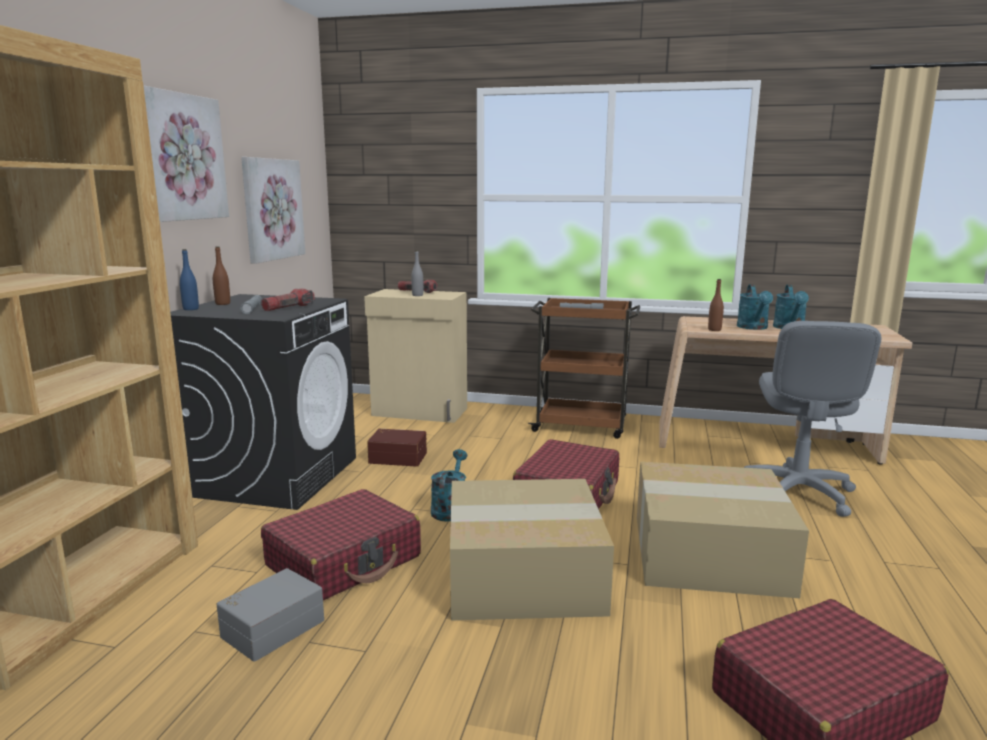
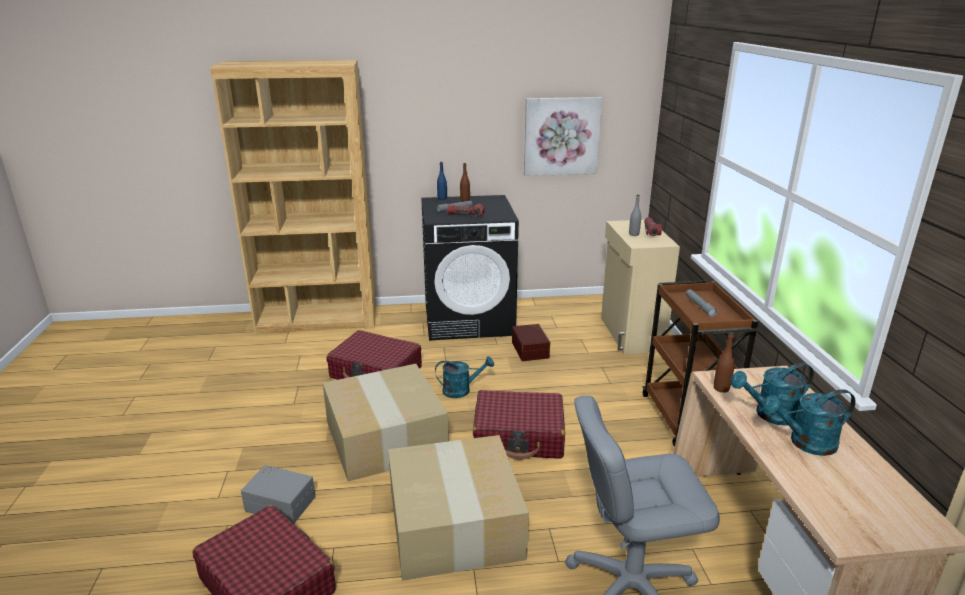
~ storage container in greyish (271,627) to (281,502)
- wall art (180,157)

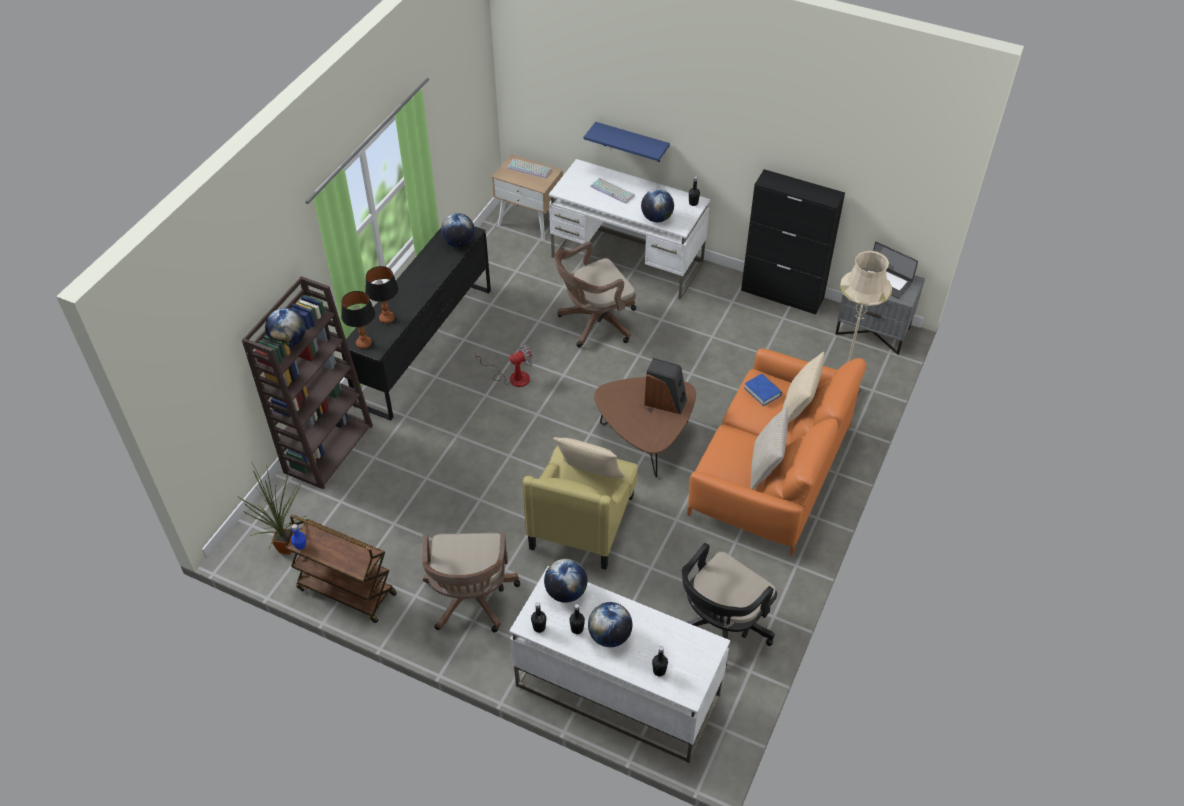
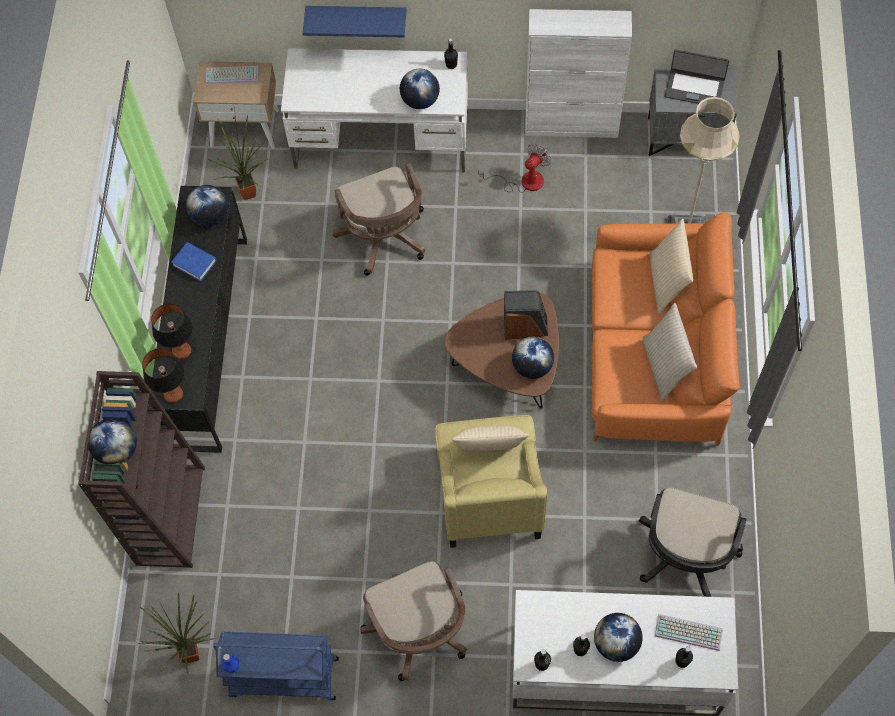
~ volume in blue (762,391) to (194,263)
+ plant in a pot (251,193)
~ trolley in brown-coloured (346,591) to trolley in blue (283,677)
~ office chair in brown-coloured (594,323) = (384,239) 60 degrees counterclockwise
~ fan (512,377) to (523,181)
~ world globe (566,592) to (532,366)
~ cabinet in black-coloured (782,295) to cabinet in white-coloured (572,124)
~ PC keyboard (613,191) to (690,631)

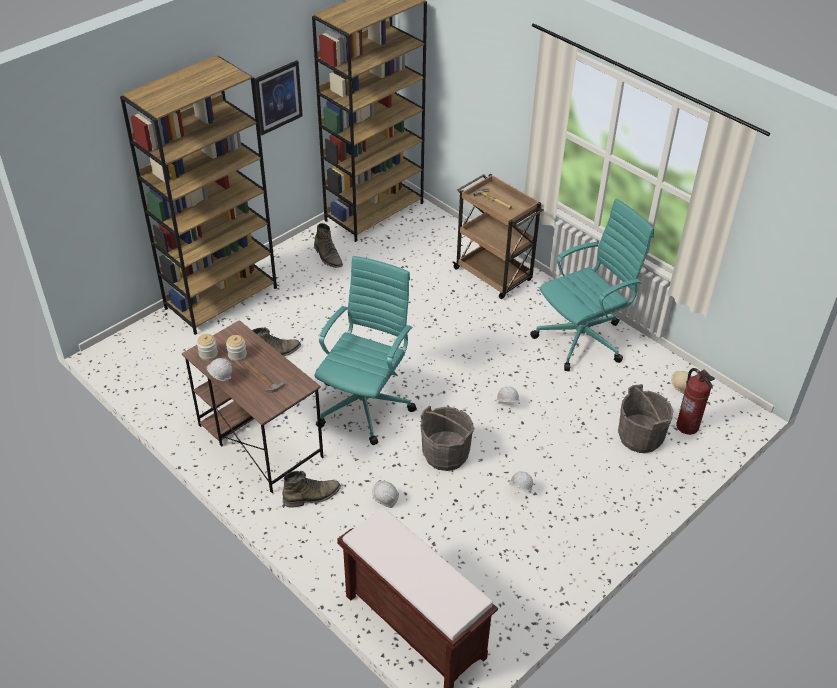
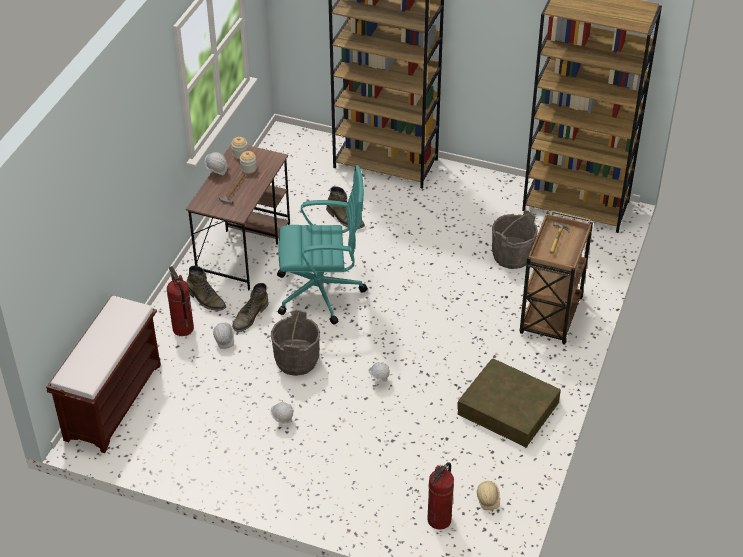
+ extinguisher (183,329)
~ boot in green (328,256) to (250,316)
~ office chair in blue-green (583,339) to storage container in brown-coloured (508,408)
~ water bucket in greyish (640,437) to (512,256)
- wall art (278,97)

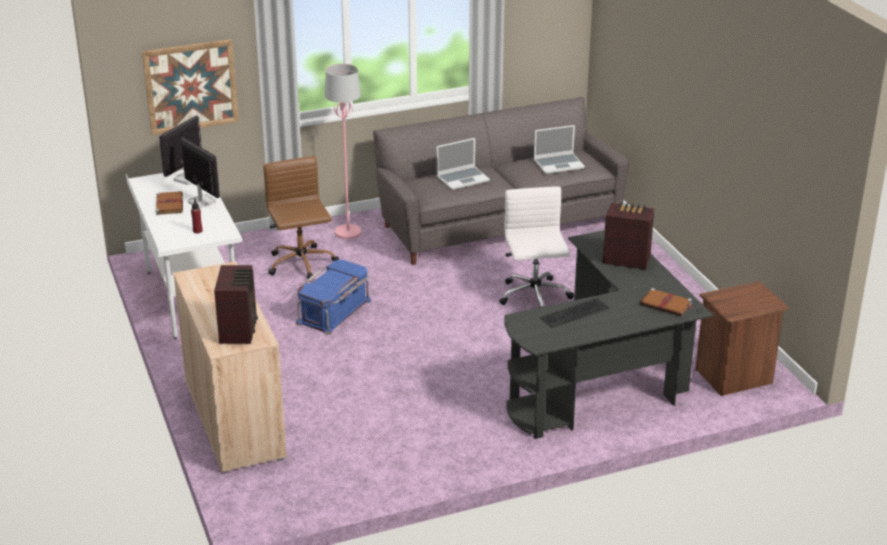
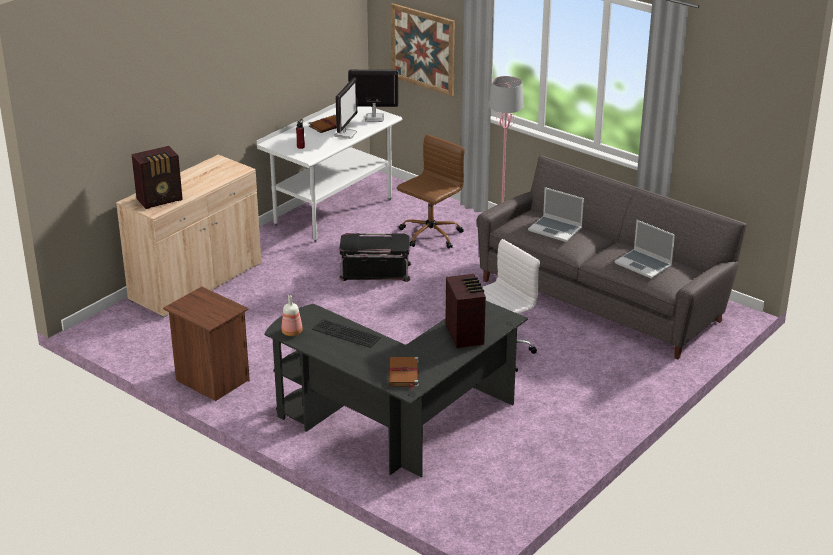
~ night table in brown-coloured (735,377) to (211,381)
+ bottle (292,332)
~ storage container in blue (334,312) to storage container in black-coloured (375,272)

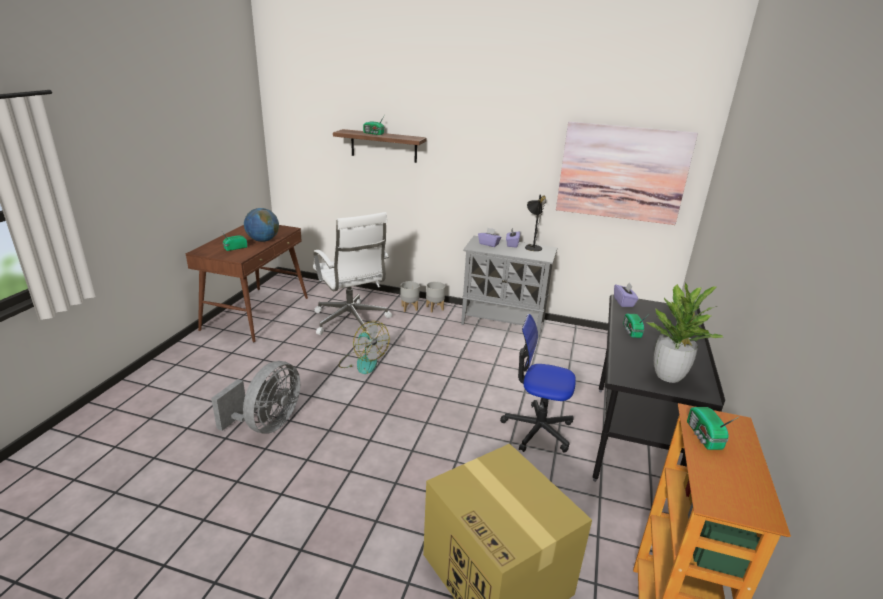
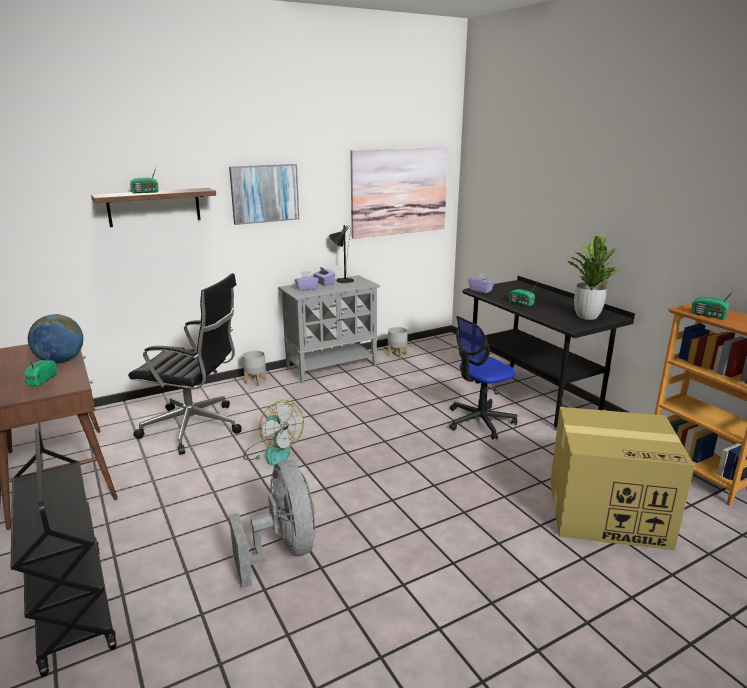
+ trolley in black-coloured (72,606)
~ office chair in white-coloured (351,322) to office chair in black-coloured (195,428)
+ wall art (264,193)
~ fan (362,362) = (272,452) 45 degrees clockwise
~ plant pot in greyish (409,308) to (397,355)

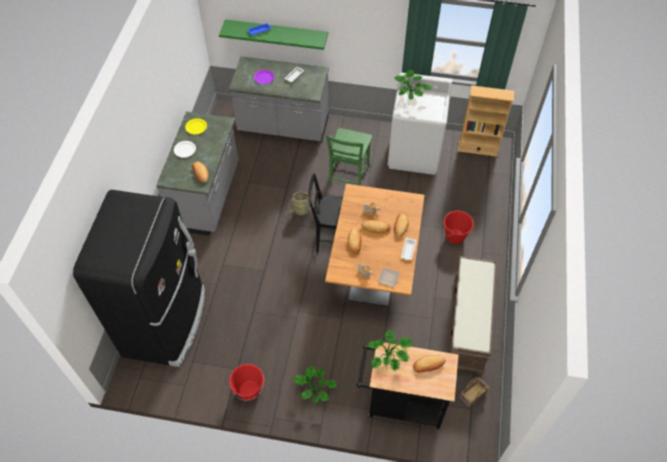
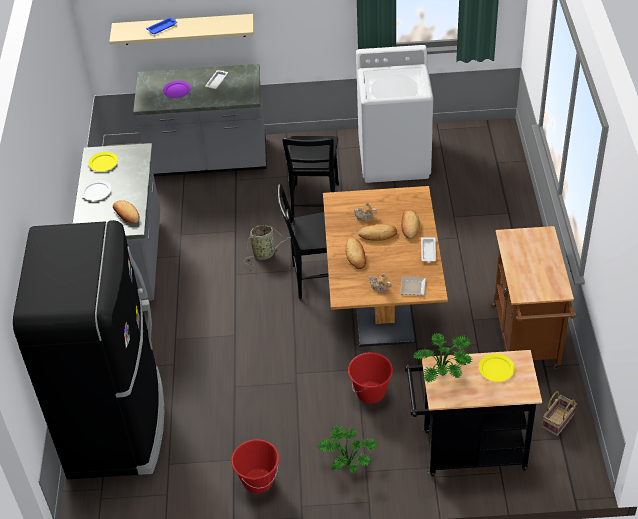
~ shelf in green (276,33) to shelf in beige-coloured (184,29)
~ chair in green (348,177) to chair in black-coloured (314,203)
~ water bucket in reddish (455,236) to (371,393)
~ bread (428,365) to dinner plate in yellow (496,369)
~ long seat in brown-coloured (468,325) to trolley in brown-coloured (526,342)
- plant in a pot (410,95)
- bookshelf in beige-coloured (477,149)

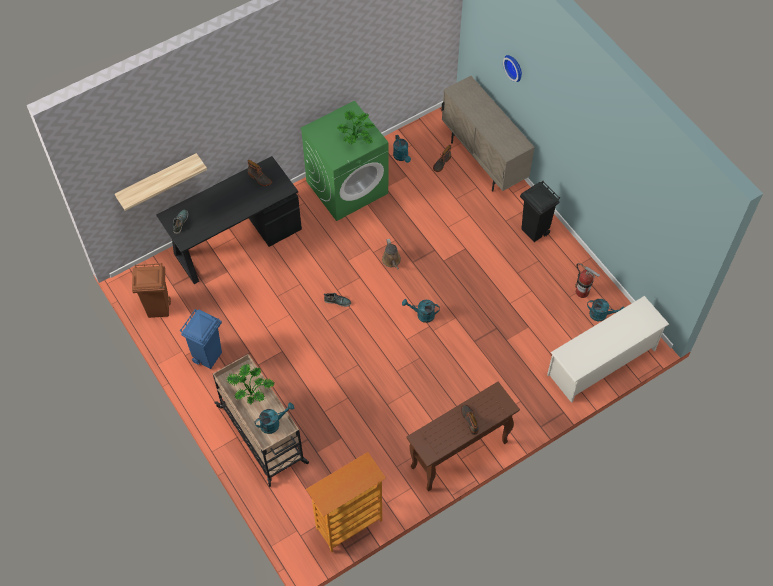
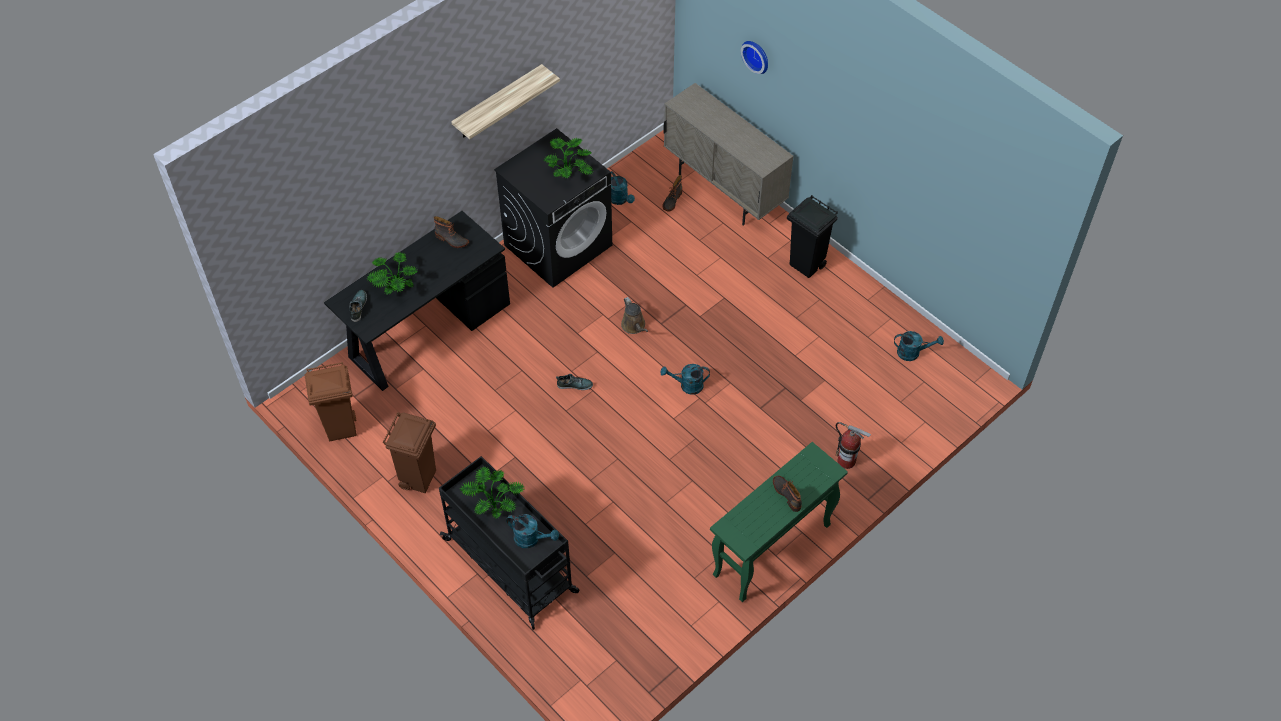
+ plant in a pot (394,287)
~ waste bin in blue (208,356) to waste bin in brown-coloured (419,478)
~ trolley in beige-coloured (263,436) to trolley in black-coloured (511,566)
~ shelf (157,180) to (498,103)
~ washing machine in green (347,187) to washing machine in black-coloured (558,245)
~ sprinkling can in blue-green (273,423) = (531,539) 60 degrees clockwise
~ console table in brown-coloured (458,455) to console table in green (771,551)
~ extinguisher (582,292) to (846,460)
- bookshelf (349,525)
- shoe rack in white-coloured (602,362)

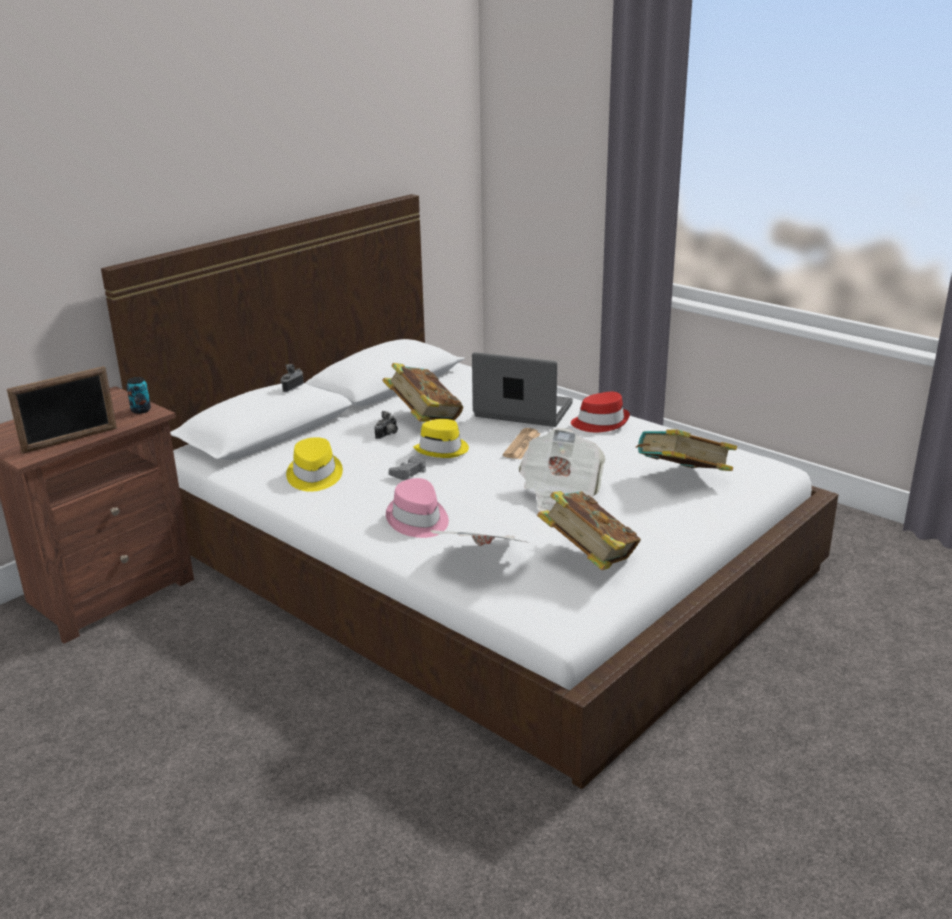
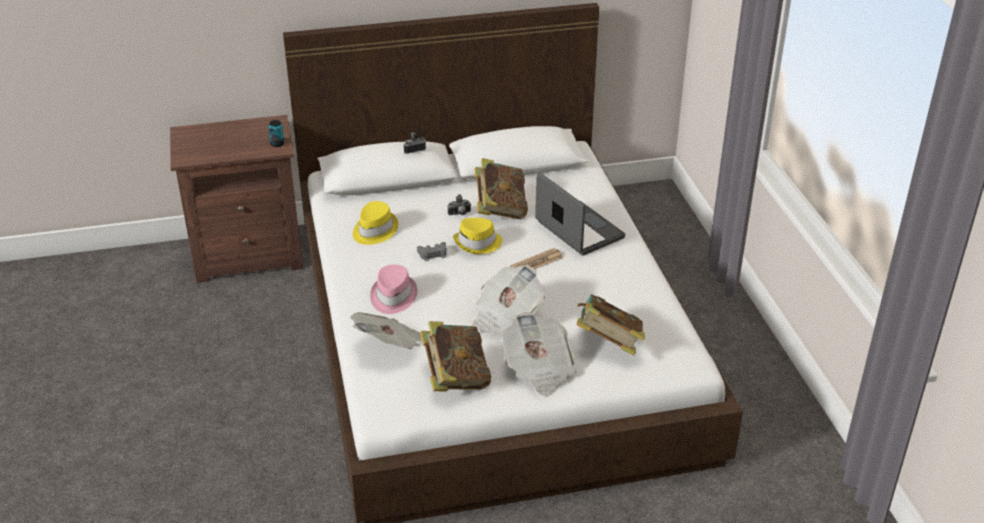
+ daily paper (538,369)
- standing frame (70,440)
- hat in reddish (600,422)

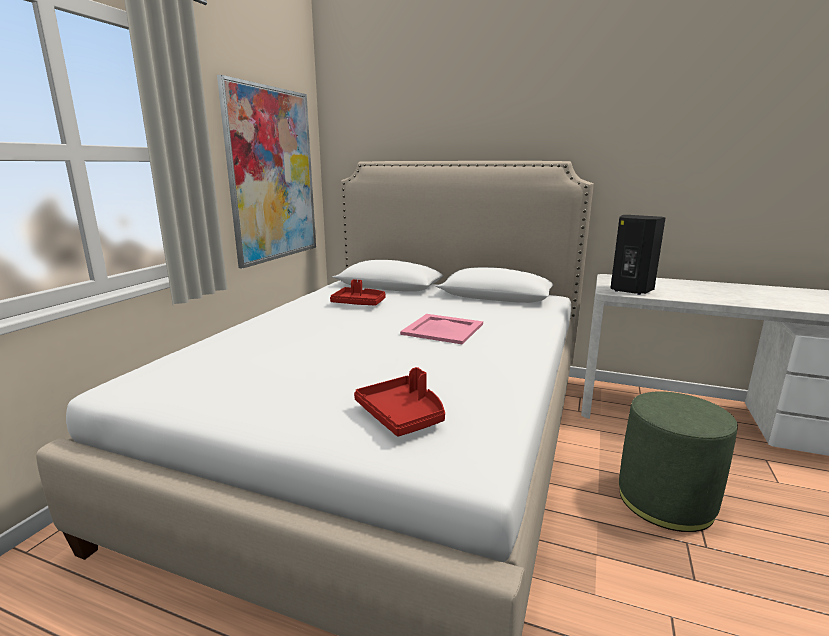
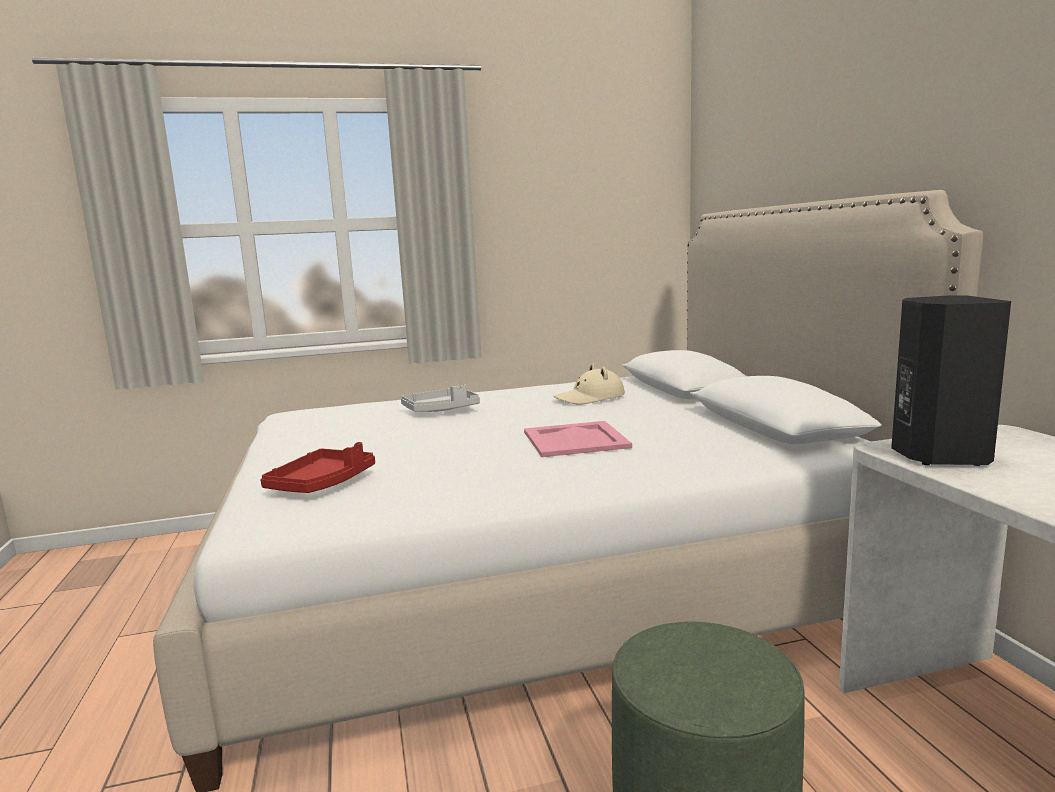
+ carrying tray in greyish (441,410)
~ carrying tray in reddish (359,303) to hat in beige-coloured (590,398)
- wall art (272,175)

